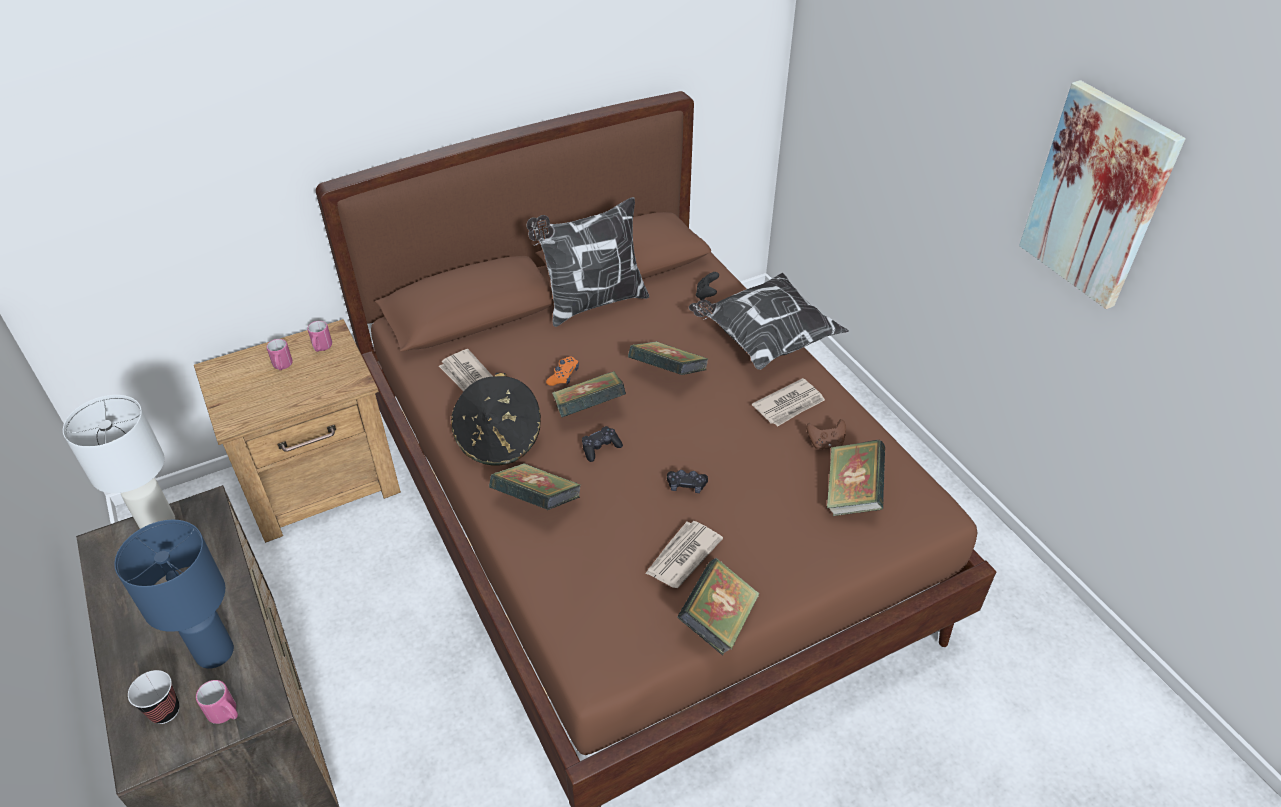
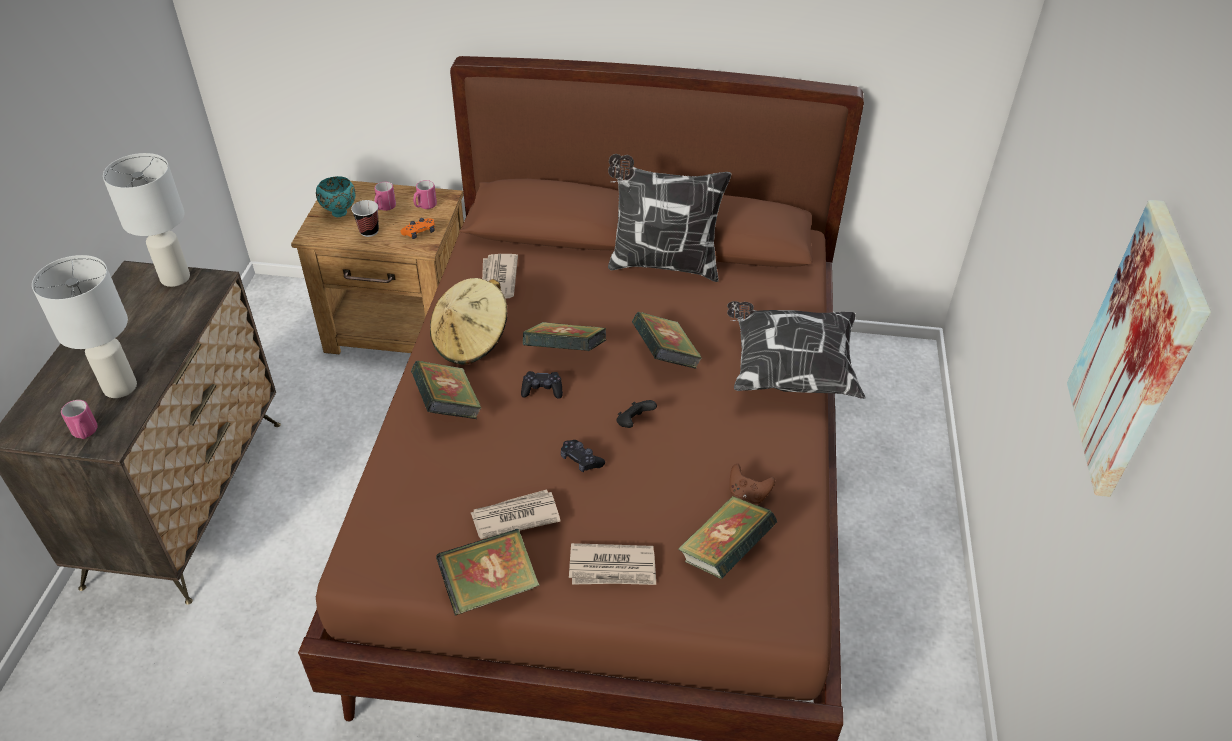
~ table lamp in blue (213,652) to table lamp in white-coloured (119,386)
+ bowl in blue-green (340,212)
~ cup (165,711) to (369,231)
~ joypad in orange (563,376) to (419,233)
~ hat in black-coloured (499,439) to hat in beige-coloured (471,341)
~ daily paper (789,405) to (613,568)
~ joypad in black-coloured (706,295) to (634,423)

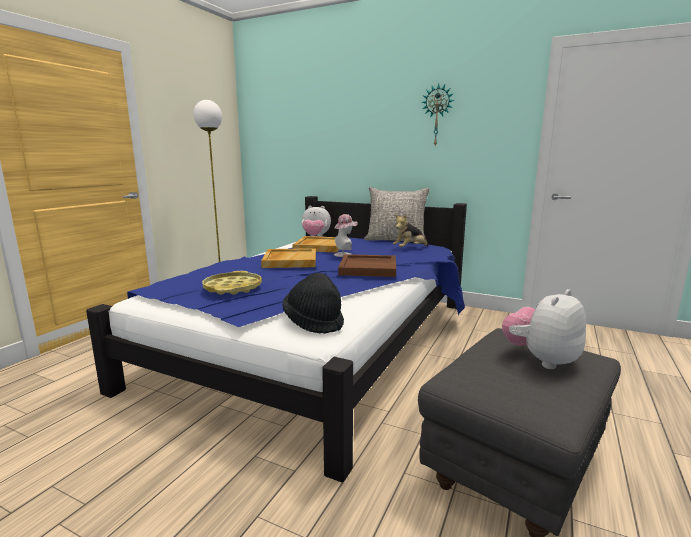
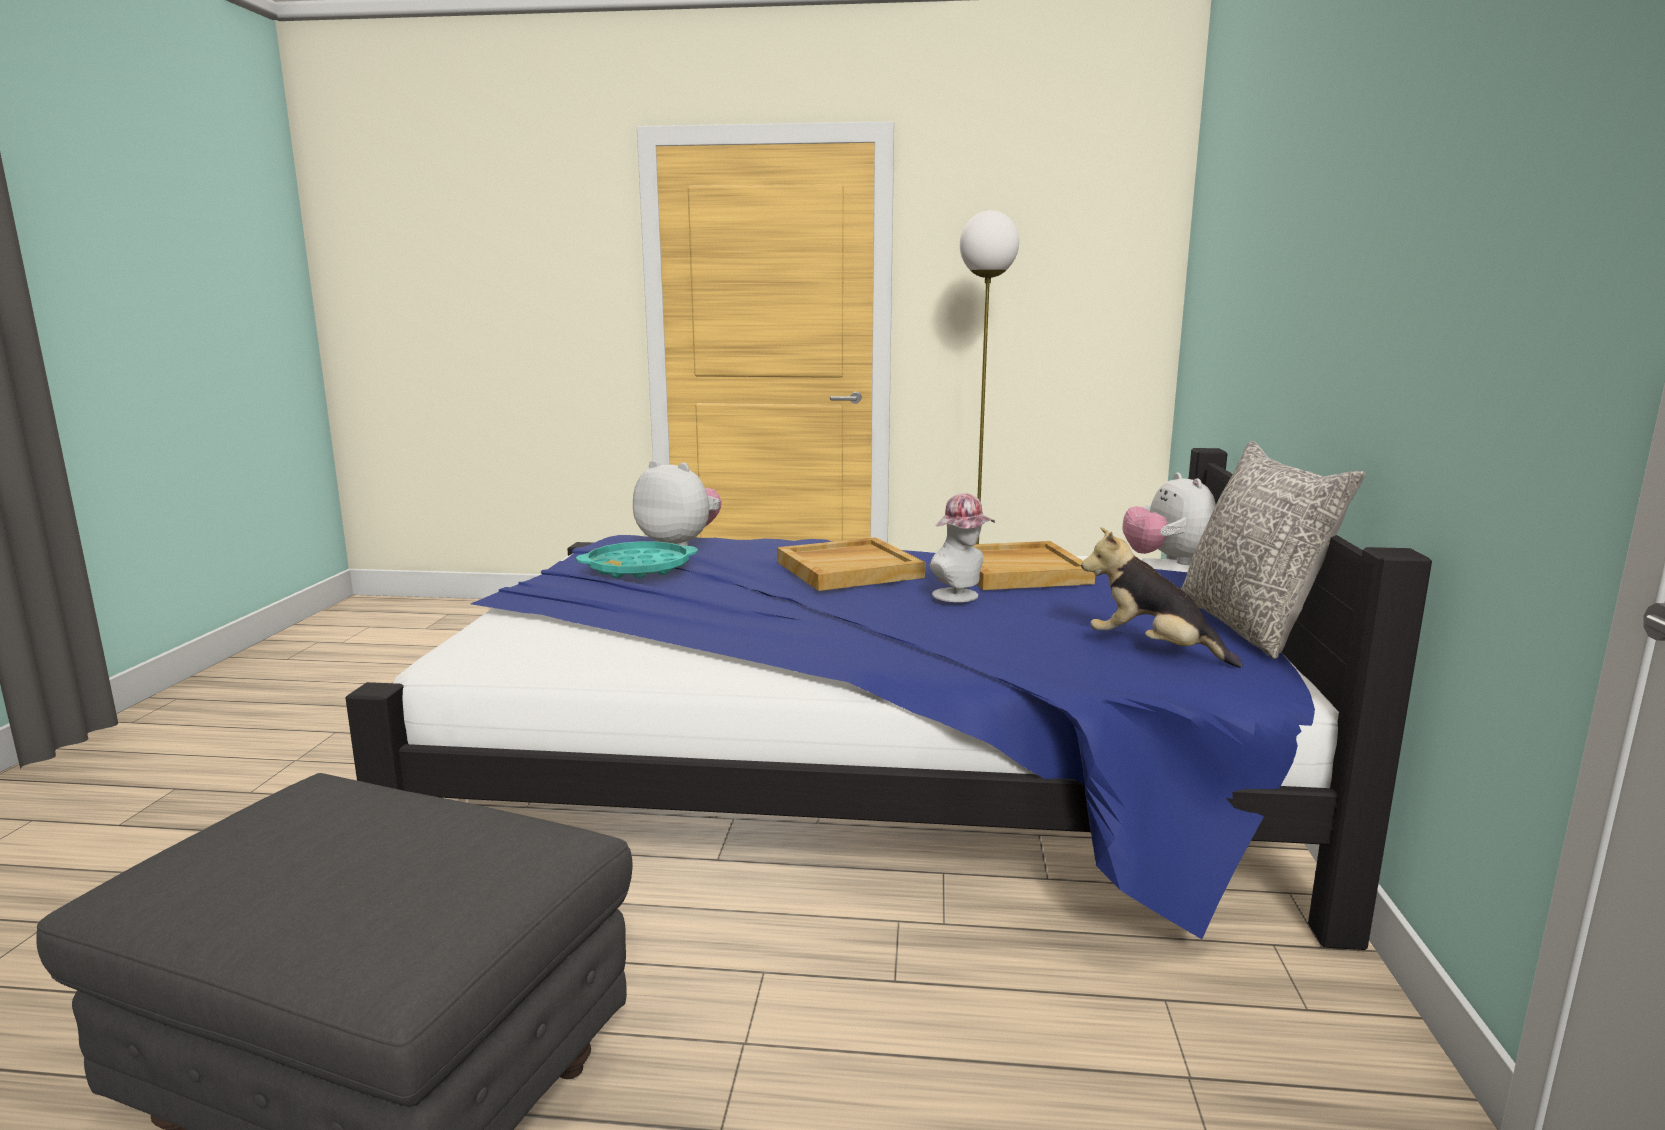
~ carrying tray in yellow (233,288) to carrying tray in blue-green (638,568)
~ cuddly toy (541,360) to (679,544)
- hat in black-coloured (314,322)
- carrying tray in brown-coloured (369,268)
- hanging clock (437,115)

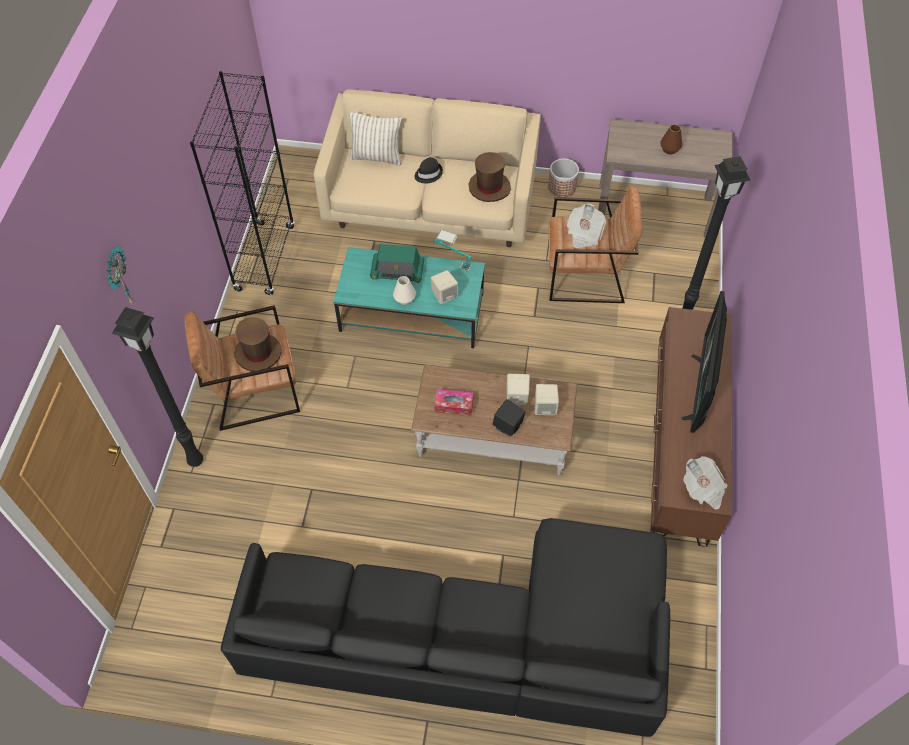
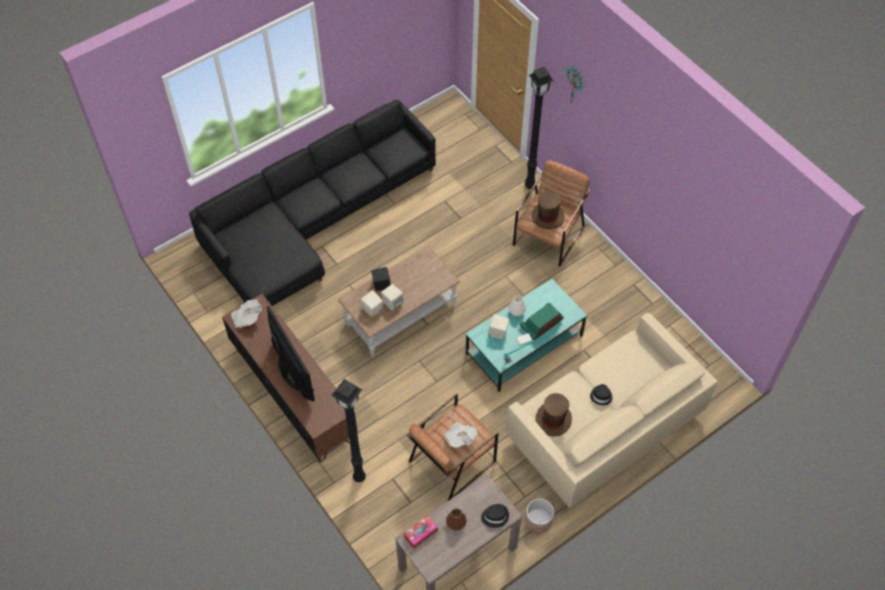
~ box of tissues (454,405) to (421,533)
+ hat in black-coloured (495,516)
- bookshelf in black-coloured (265,258)
- pillow (376,157)

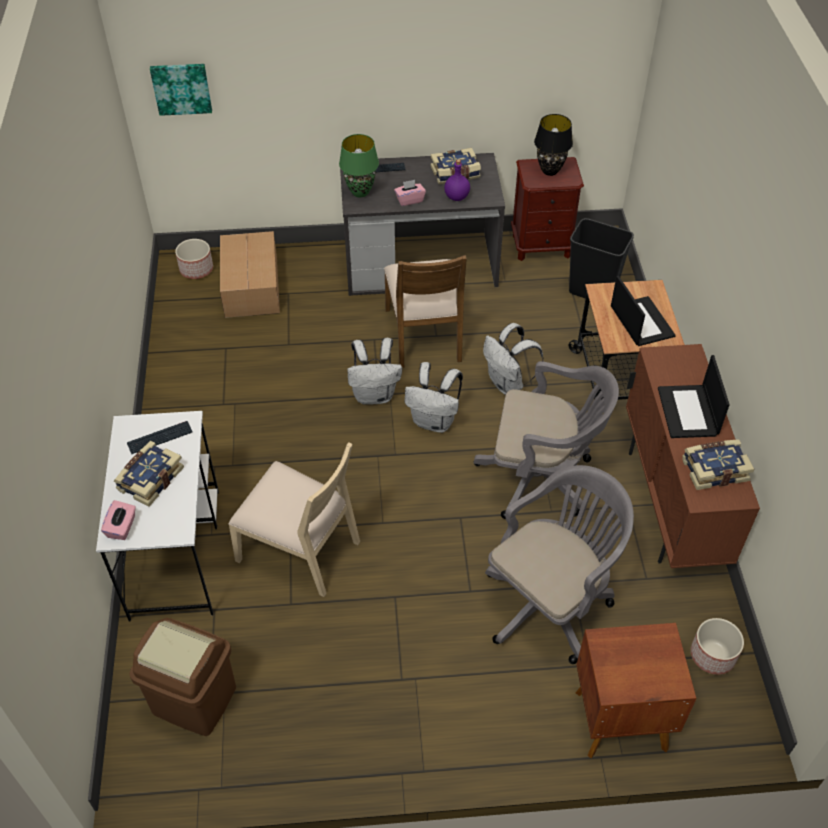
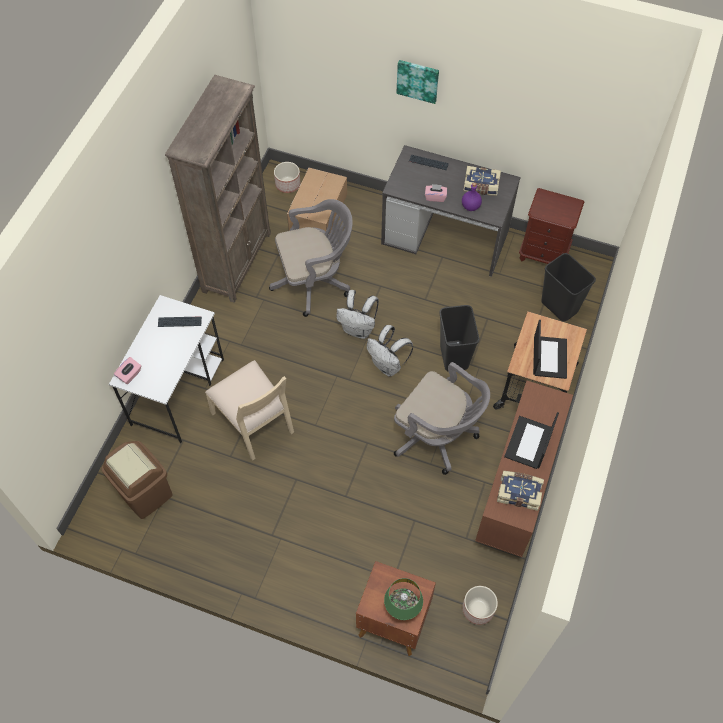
+ bookshelf in brown-coloured (237,261)
~ office chair in greyish (550,602) to (315,281)
~ table lamp in green (360,192) to (402,610)
~ wall art (181,88) to (418,80)
~ backpack in white-coloured (507,383) to waste bin in black-coloured (454,357)
- volume (150,479)
- chair in brown-coloured (425,335)
- table lamp in black-coloured (549,171)

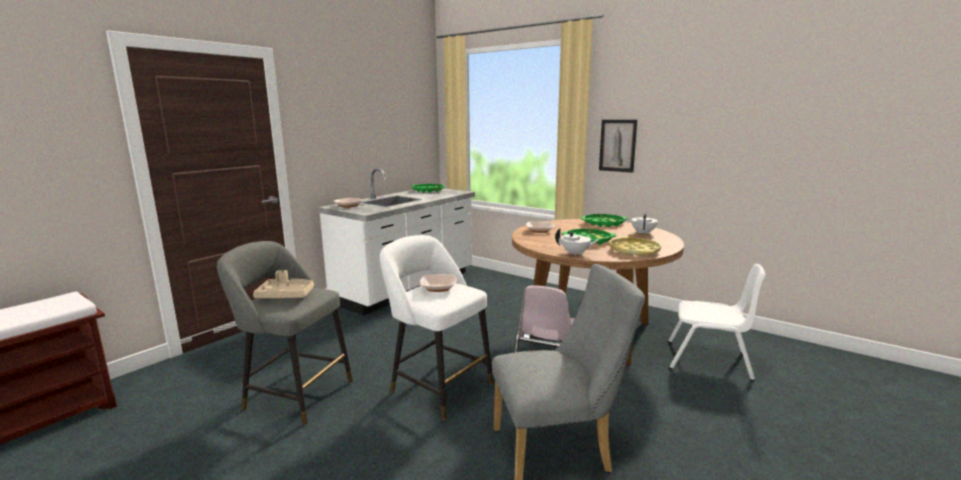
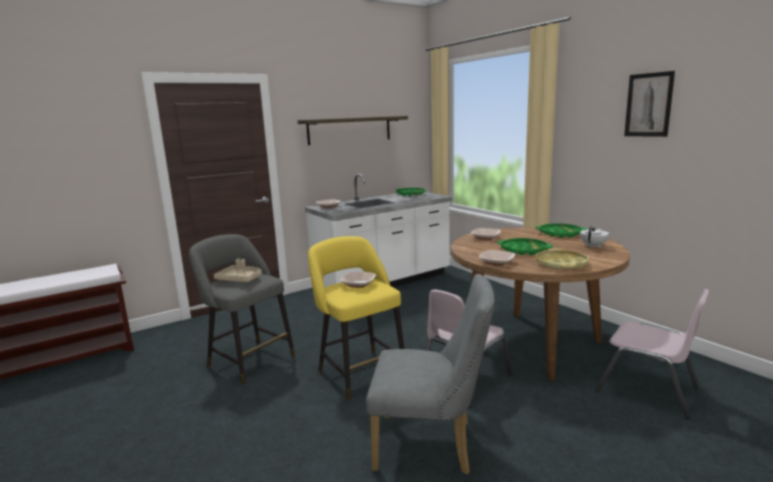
+ shelf (350,130)
~ sitting stool in white-coloured (437,386) to sitting stool in yellow (359,372)
~ pot for tea in white-coloured (575,253) to bowl (496,262)
~ chair in white-coloured (708,360) to chair in pink-coloured (647,389)
~ wall art (617,145) to (648,105)

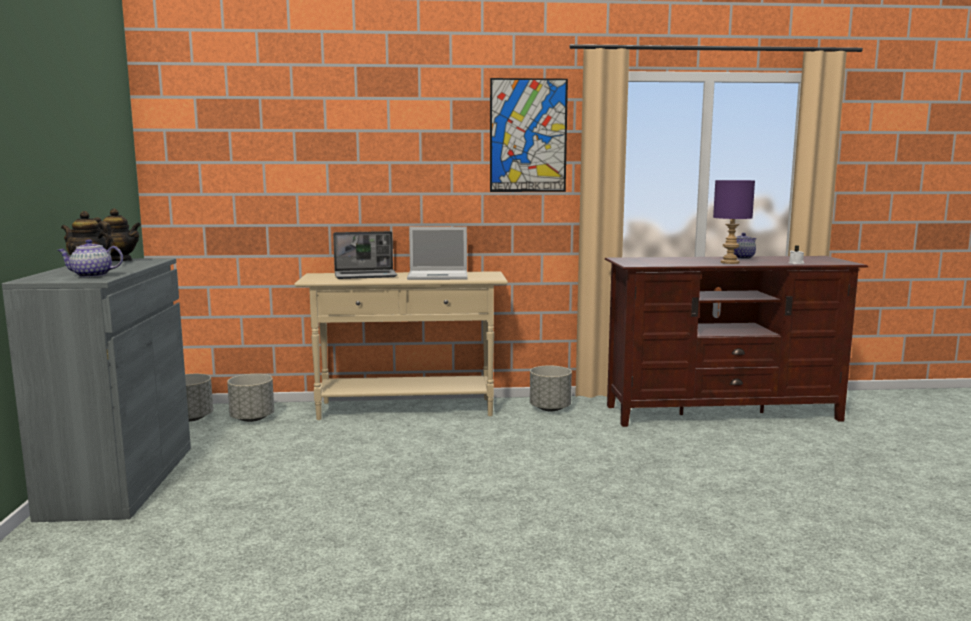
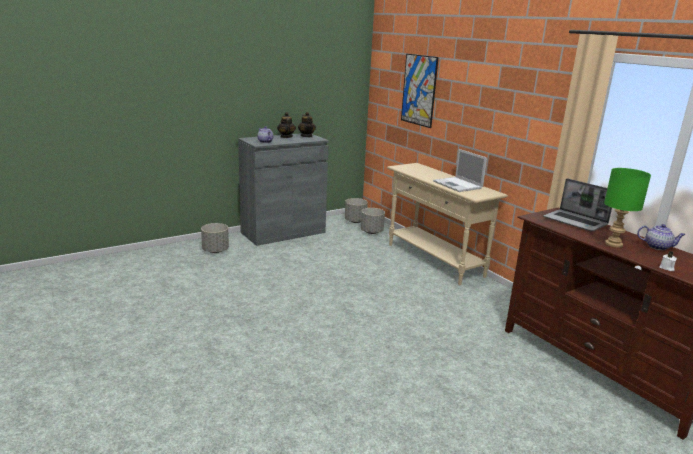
~ plant pot in greyish (549,408) to (215,250)
~ wall art (528,135) to (419,90)
~ portable computer (366,275) to (576,222)
~ table lamp in purple (729,262) to table lamp in green (613,244)

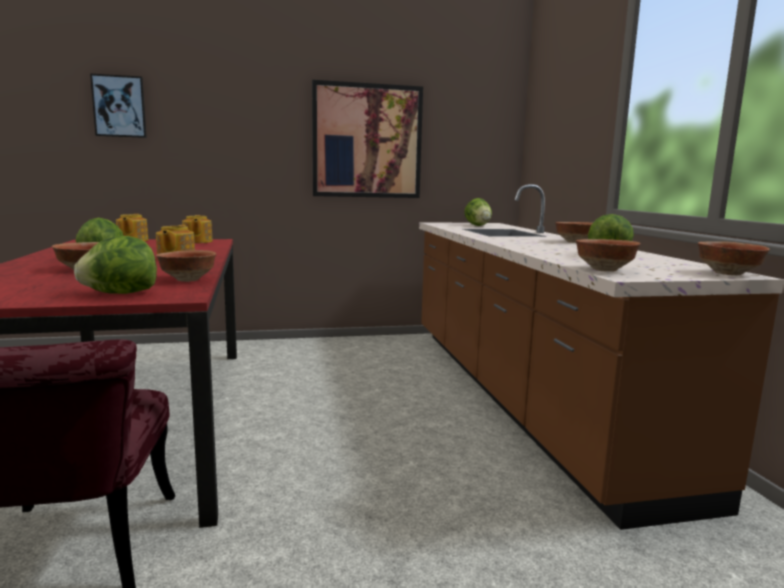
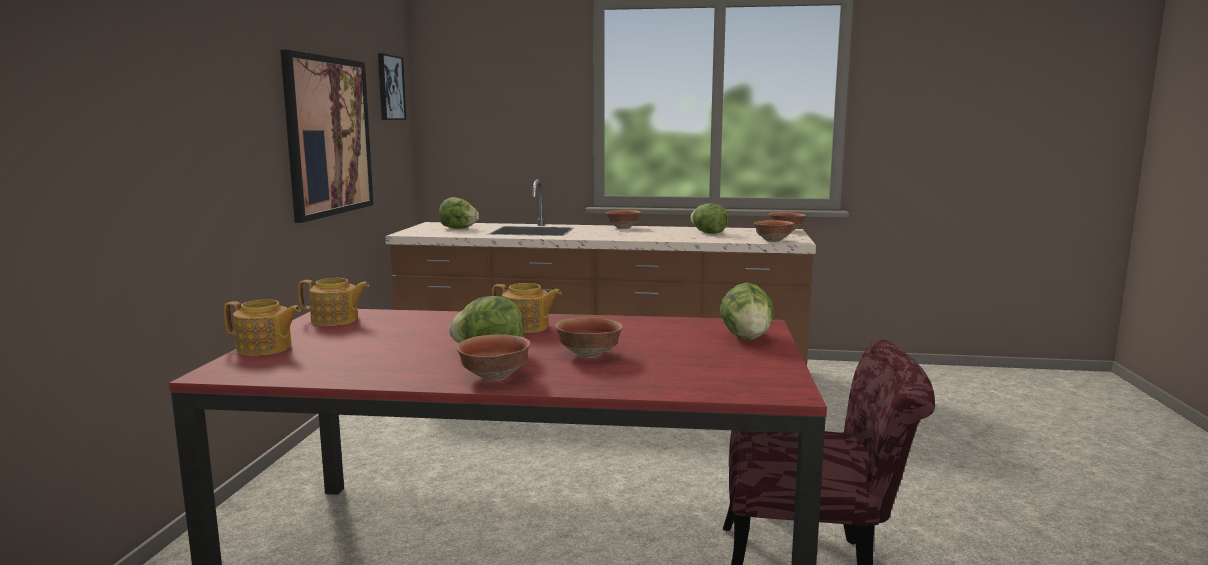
~ wall art (119,106) to (390,88)
~ bowl (187,280) to (495,377)

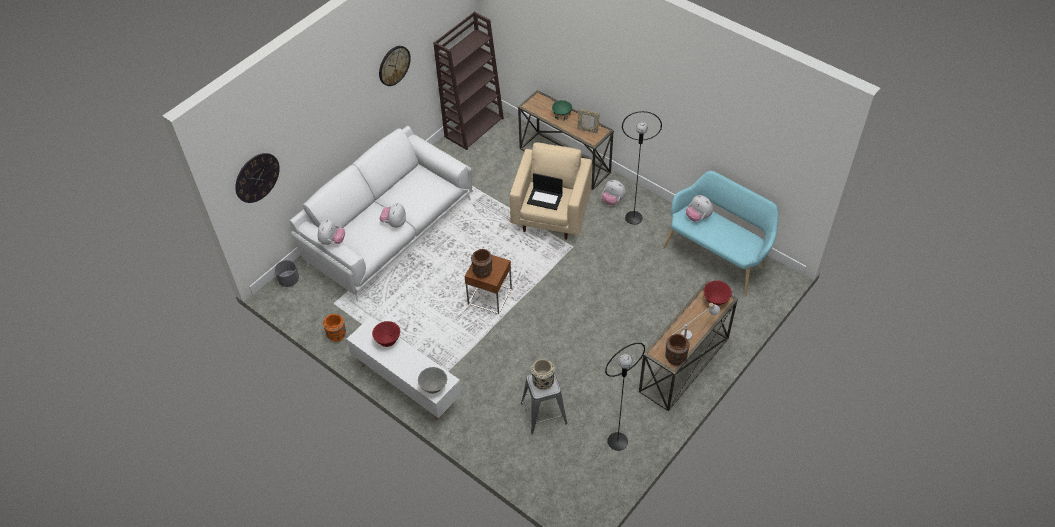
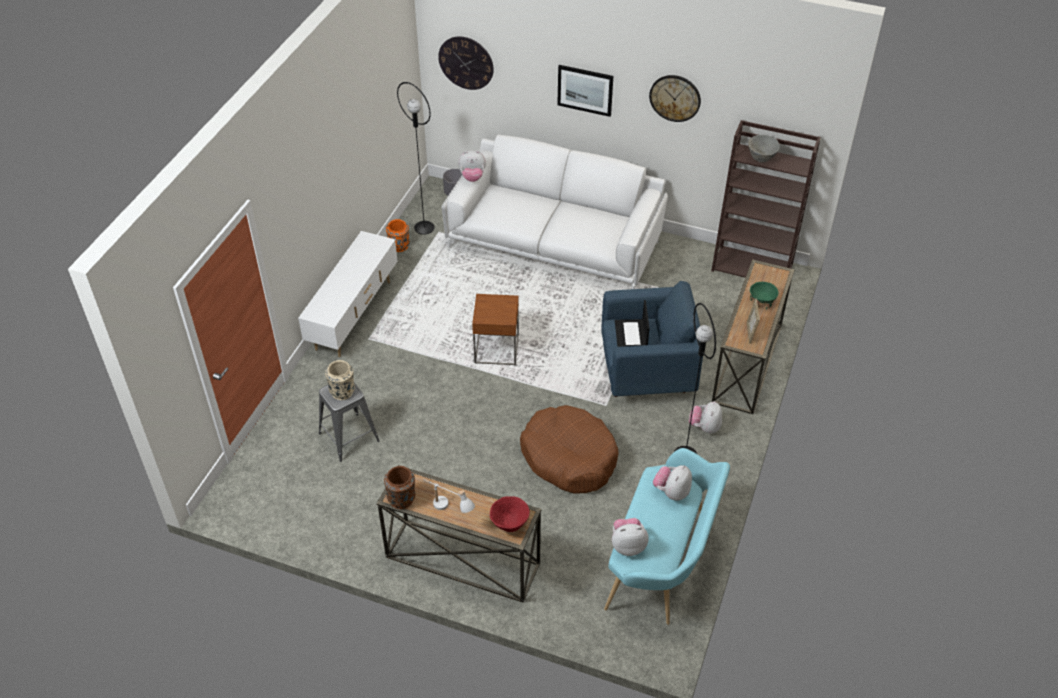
~ standard lamp in black-coloured (617,441) to (424,227)
+ dog cushion in brown-coloured (569,457)
+ wall art (585,90)
~ easy chair in beige-coloured (551,216) to easy chair in blue (646,373)
~ cuddly toy (394,223) to (628,545)
~ bowl in greyish (434,387) to (761,159)
- bowl in reddish (388,341)
- decorative vase in brown-coloured (483,271)

